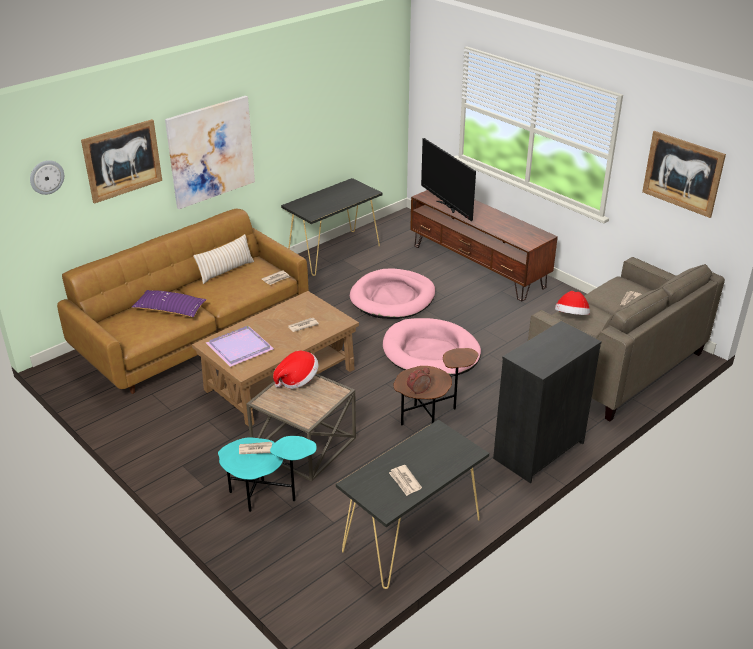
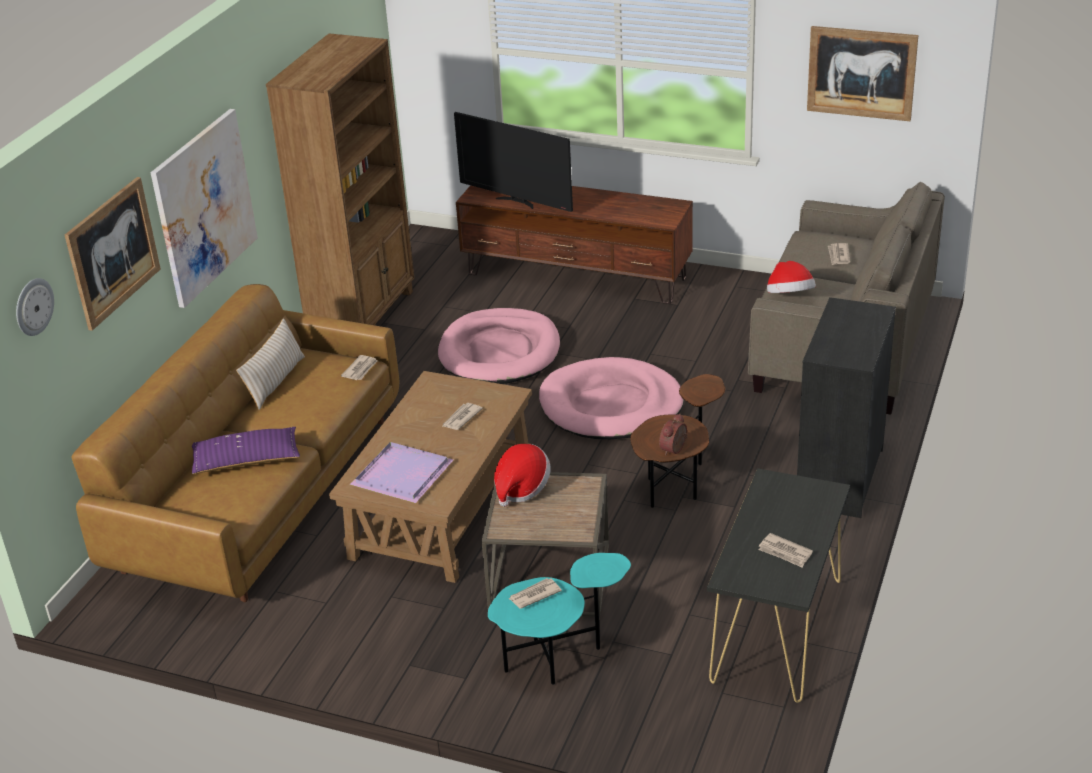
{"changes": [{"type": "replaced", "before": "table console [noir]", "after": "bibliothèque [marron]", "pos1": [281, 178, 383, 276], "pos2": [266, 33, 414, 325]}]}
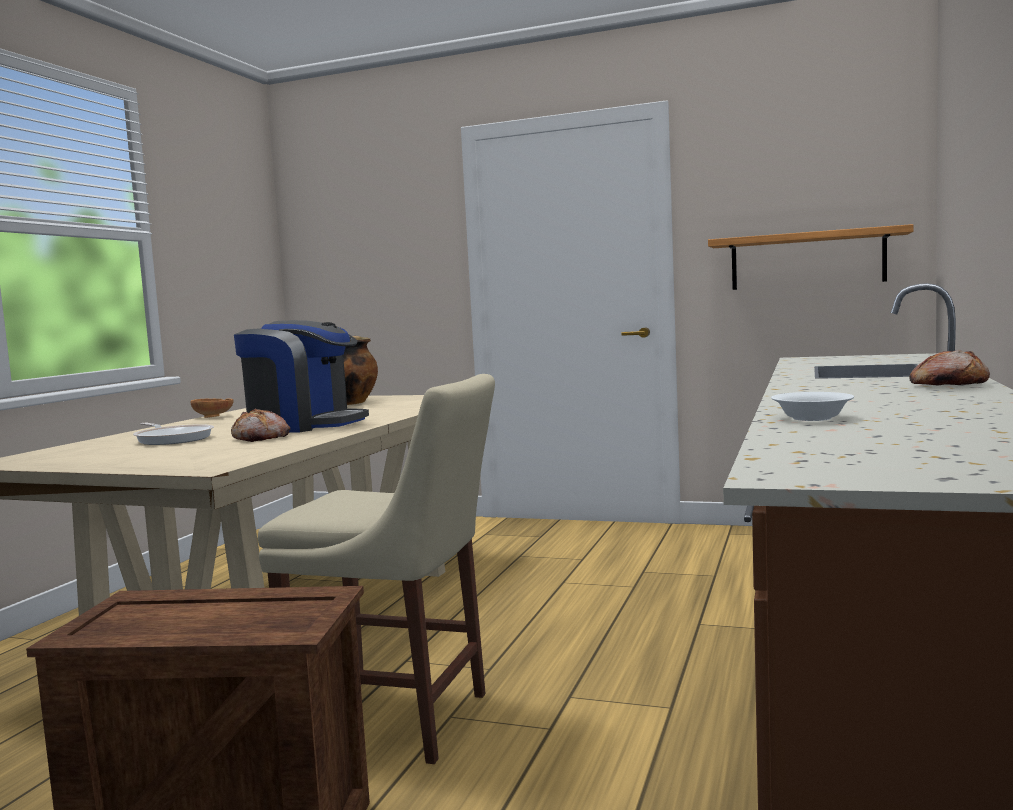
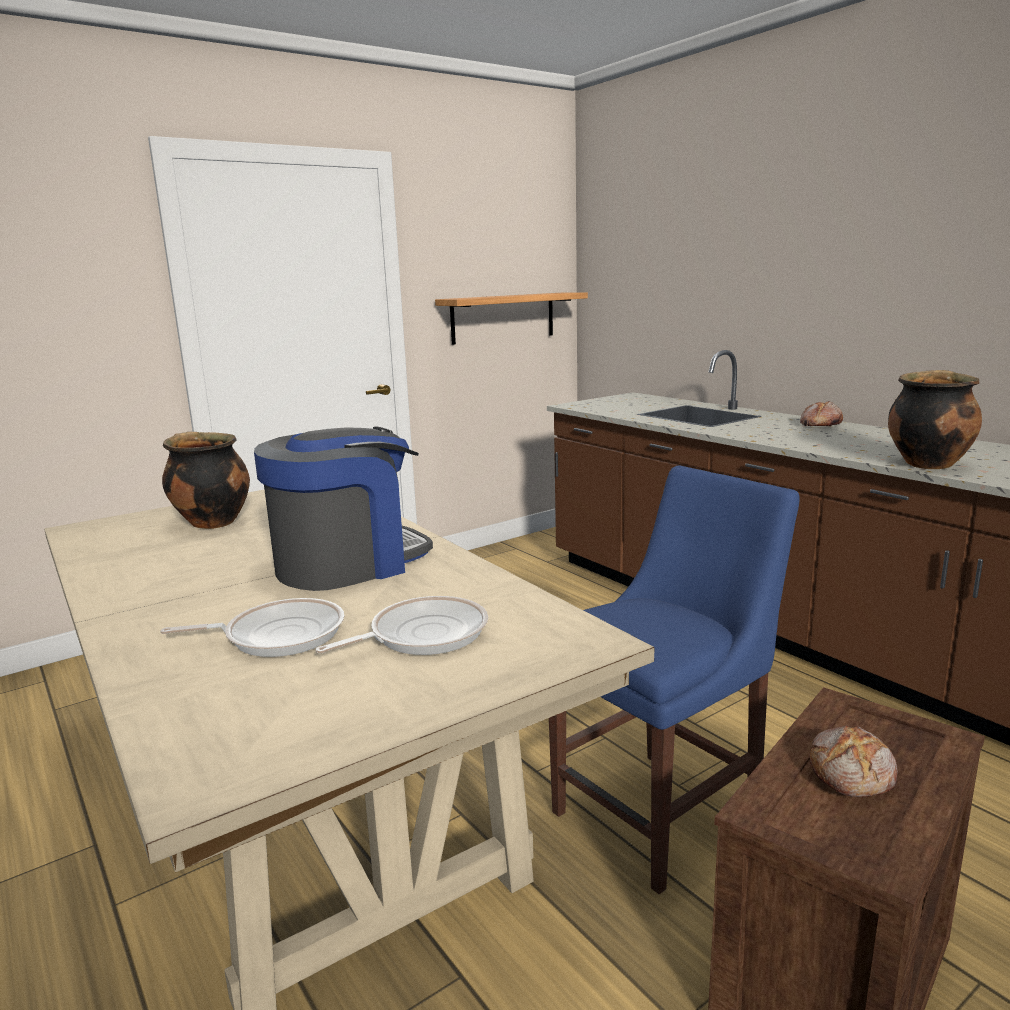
{"changes": [{"type": "removed", "before": "bol [marron]", "pos1": [191, 399, 233, 418]}, {"type": "added", "after": "poêle", "pos2": [316, 596, 488, 655]}, {"type": "moved", "before": "pain", "pos1": [231, 409, 290, 442], "pos2": [810, 726, 898, 797]}, {"type": "replaced", "before": "bol [blanc]", "after": "marmite", "pos1": [771, 392, 854, 421], "pos2": [888, 370, 982, 469]}, {"type": "recoloured", "before": "chaise [beige]", "after": "chaise [bleu]", "pos1": [258, 374, 495, 764], "pos2": [549, 466, 800, 894]}]}
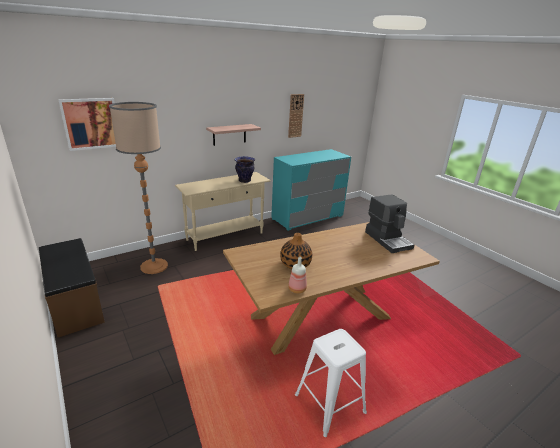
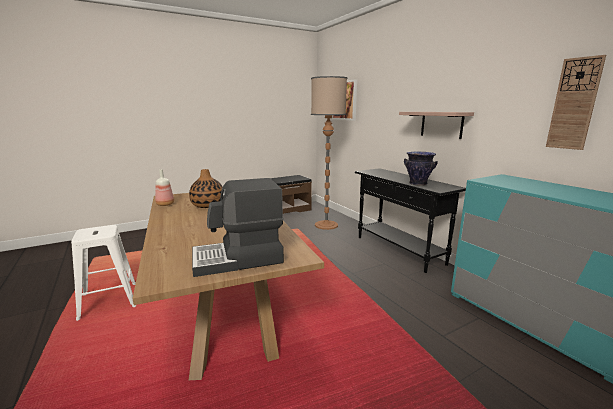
{"changes": [{"type": "recoloured", "before": "table console [beige]", "after": "table console [noir]", "pos1": [175, 172, 271, 251], "pos2": [355, 168, 466, 273]}]}
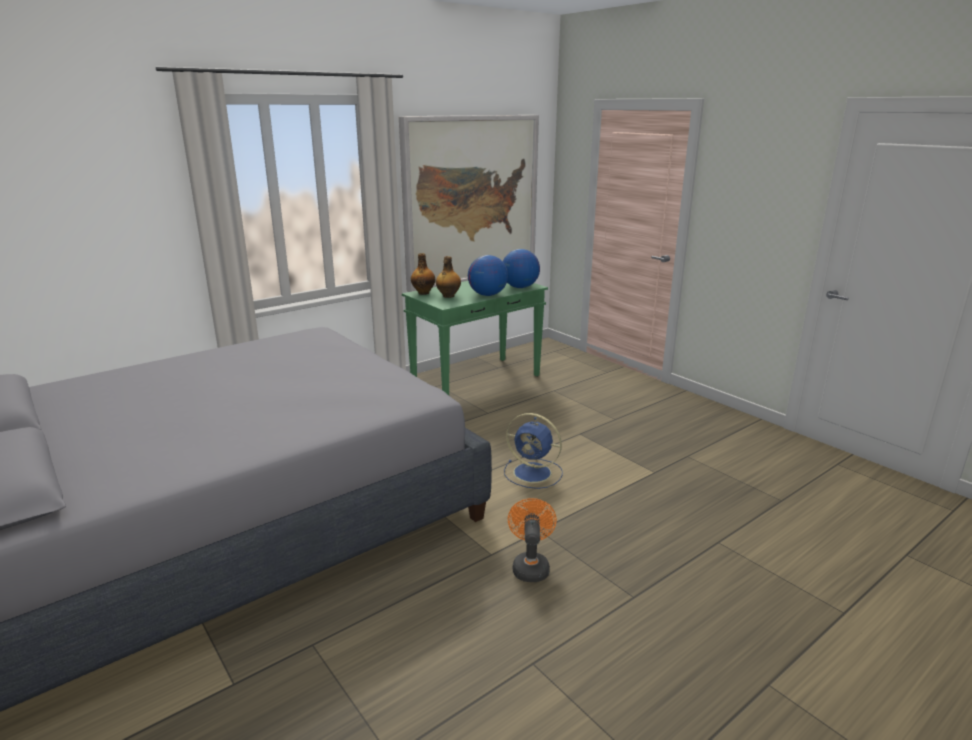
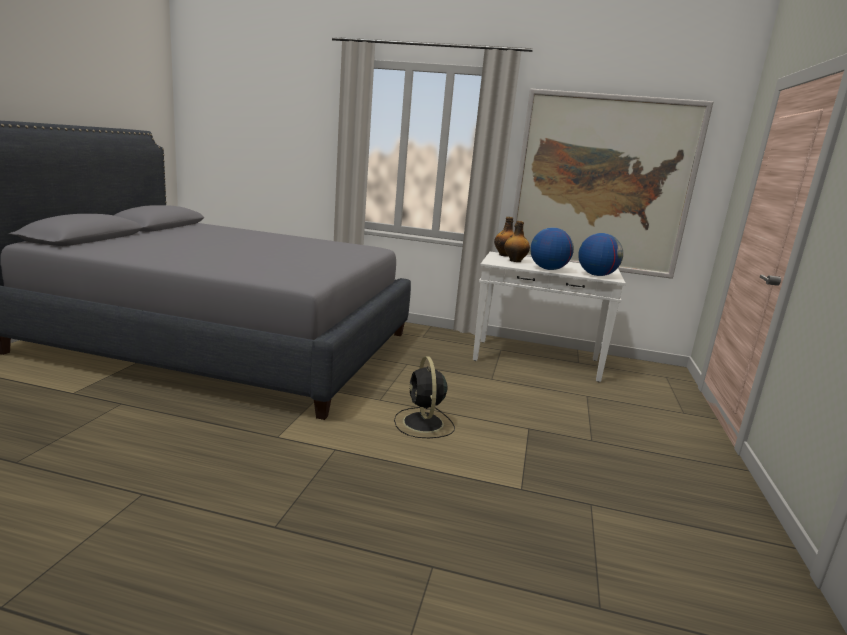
{"changes": [{"type": "removed", "before": "ventilateur [orange]", "pos1": [507, 498, 557, 582]}, {"type": "recoloured", "before": "table console [vert]", "after": "table console [blanc]", "pos1": [402, 281, 548, 395], "pos2": [473, 252, 626, 382]}, {"type": "recoloured", "before": "ventilateur [bleu]", "after": "ventilateur [noir]", "pos1": [504, 413, 563, 489], "pos2": [394, 357, 455, 438]}]}
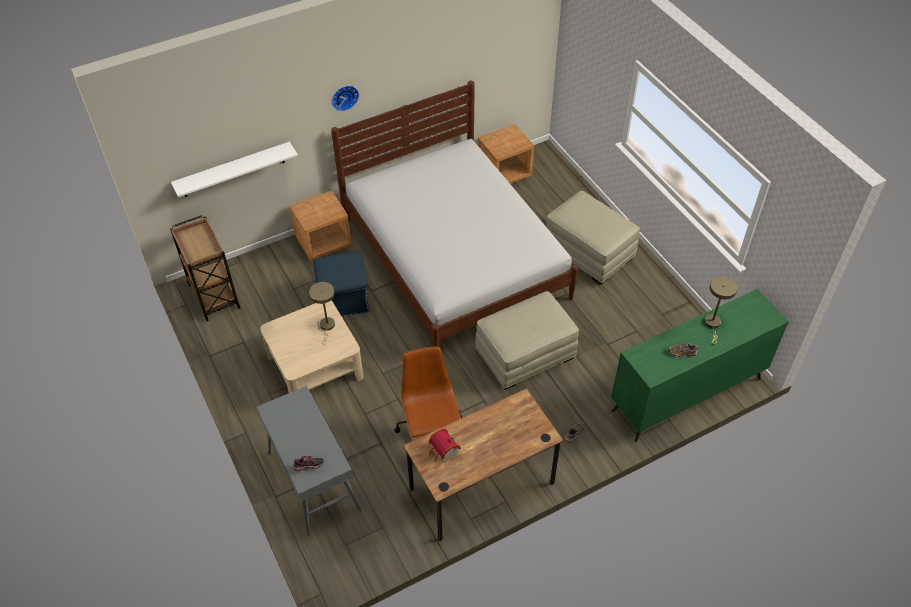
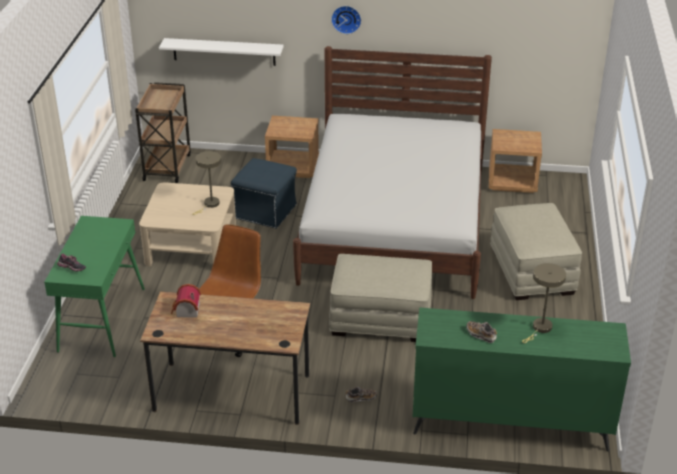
{"changes": [{"type": "recoloured", "before": "table console [gris]", "after": "table console [vert]", "pos1": [256, 386, 361, 536], "pos2": [44, 216, 145, 357]}]}
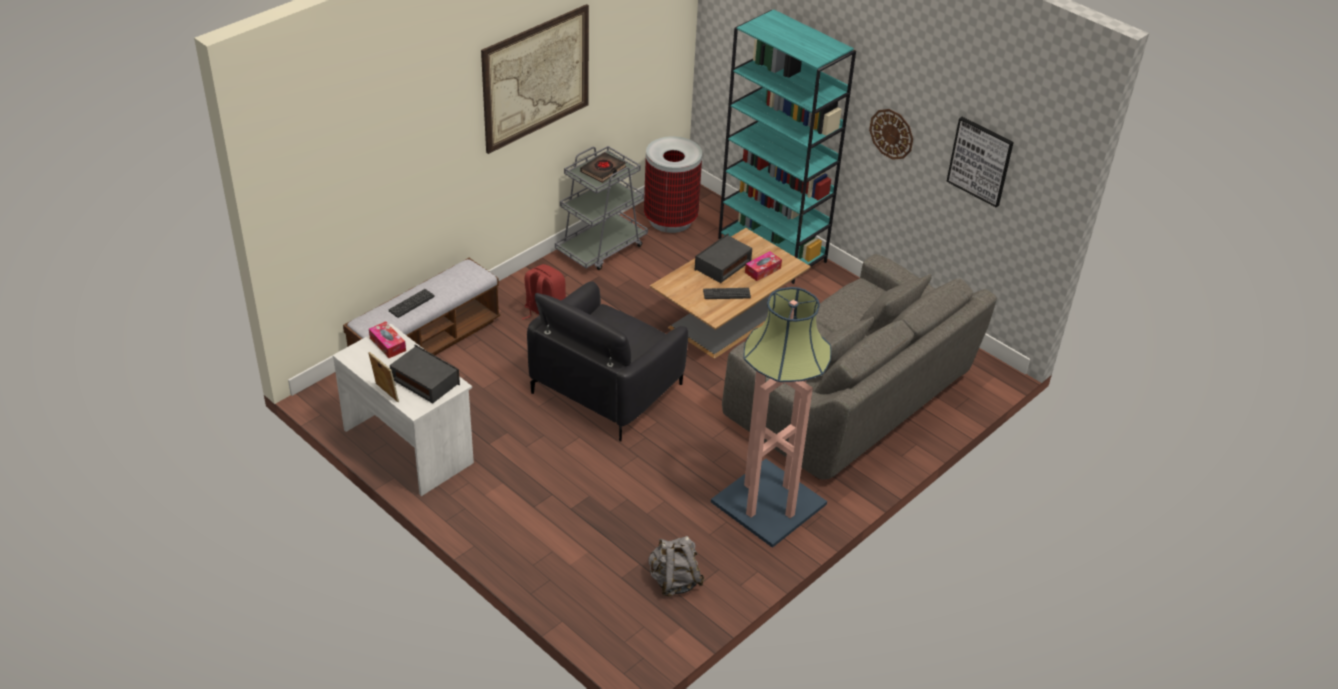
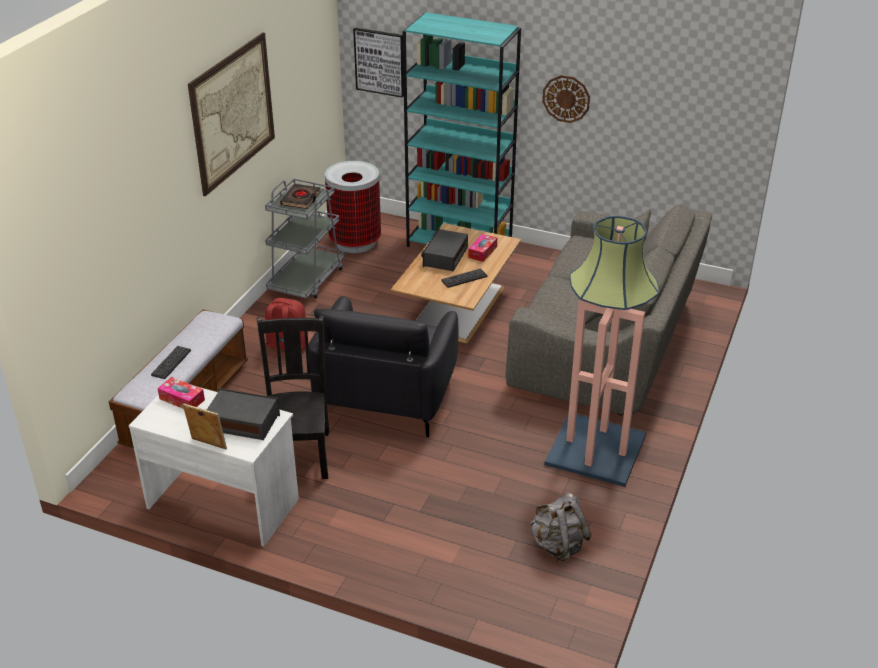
{"changes": [{"type": "added", "after": "chaise [noir]", "pos2": [256, 315, 329, 479]}, {"type": "moved", "before": "tableau", "pos1": [946, 117, 1014, 207], "pos2": [353, 28, 404, 98]}]}
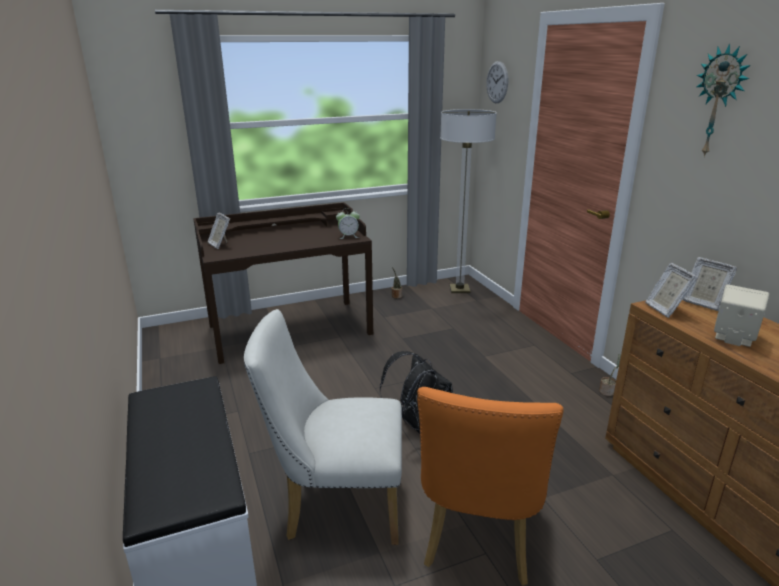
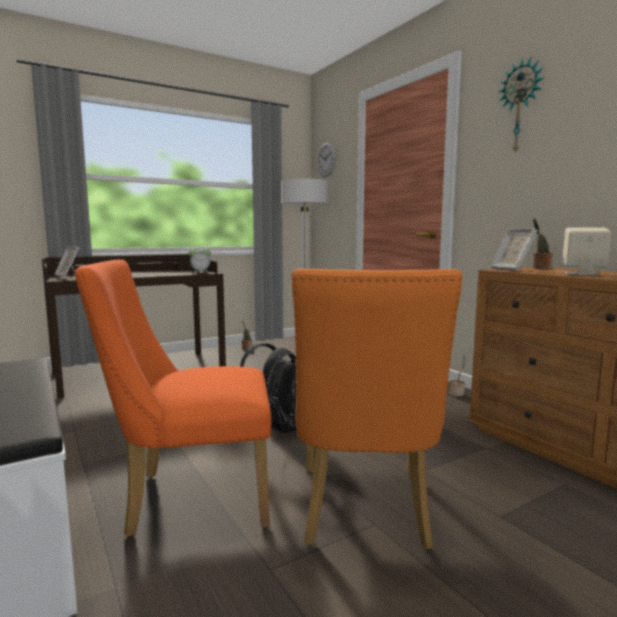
{"changes": [{"type": "replaced", "before": "cadre photo", "after": "plante en pot", "pos1": [683, 257, 737, 311], "pos2": [533, 218, 553, 269]}, {"type": "recoloured", "before": "chaise [blanc]", "after": "chaise [orange]", "pos1": [244, 309, 402, 545], "pos2": [75, 260, 272, 537]}]}
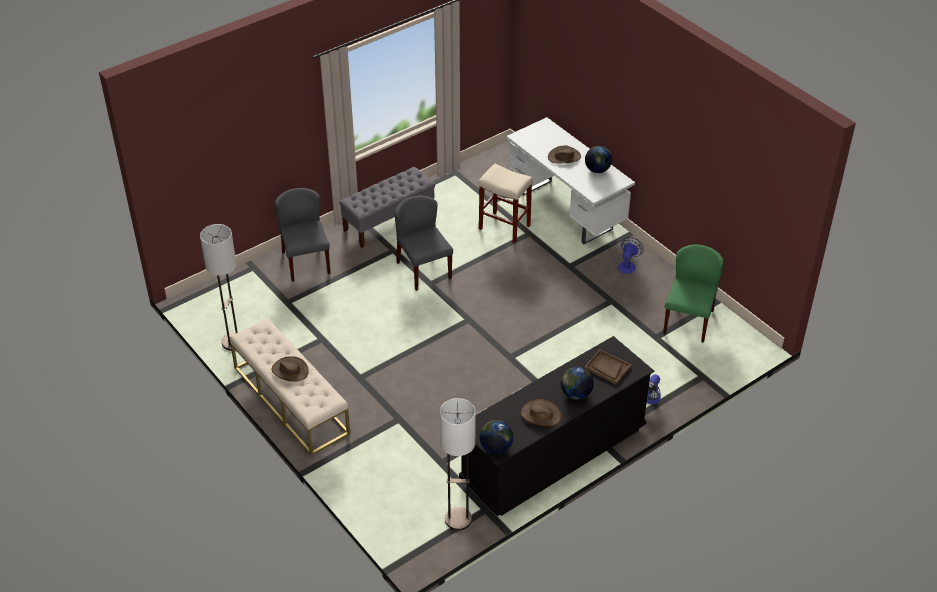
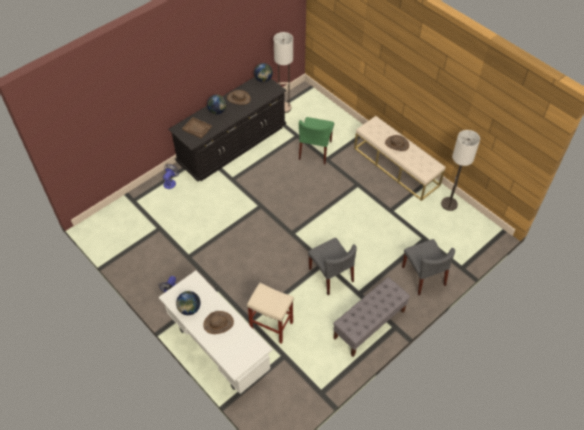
{"changes": [{"type": "moved", "before": "chaise [vert]", "pos1": [663, 245, 724, 343], "pos2": [299, 117, 334, 164]}]}
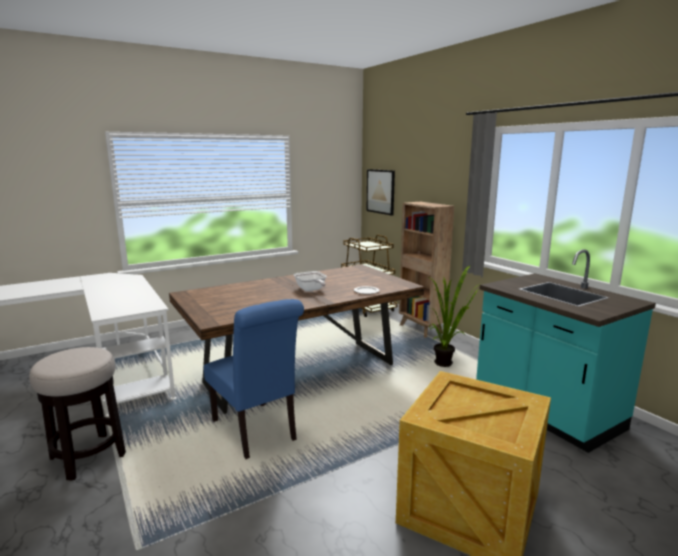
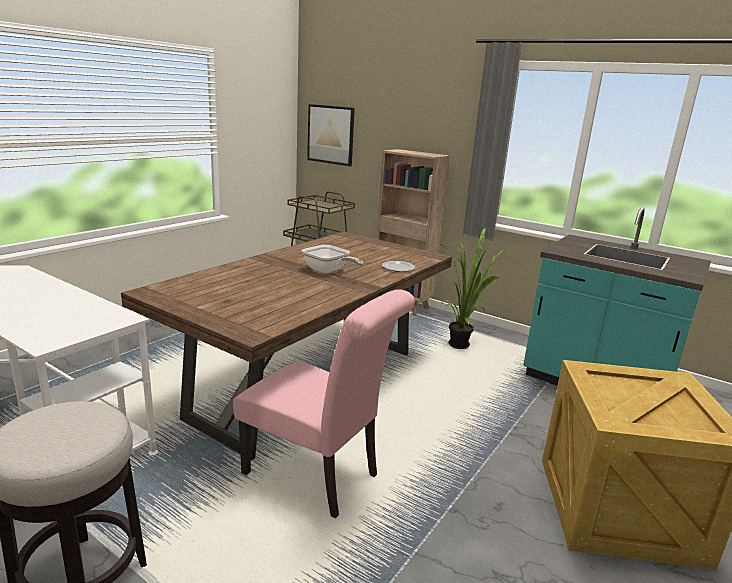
{"changes": [{"type": "recoloured", "before": "chaise [bleu]", "after": "chaise [rose]", "pos1": [204, 299, 304, 459], "pos2": [233, 290, 415, 519]}]}
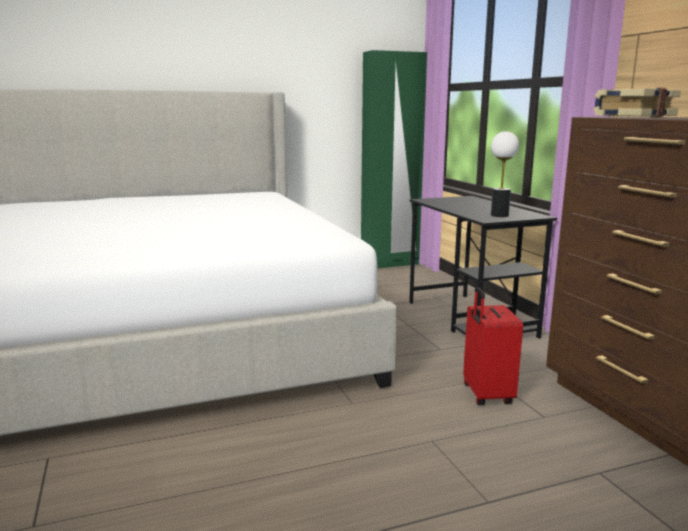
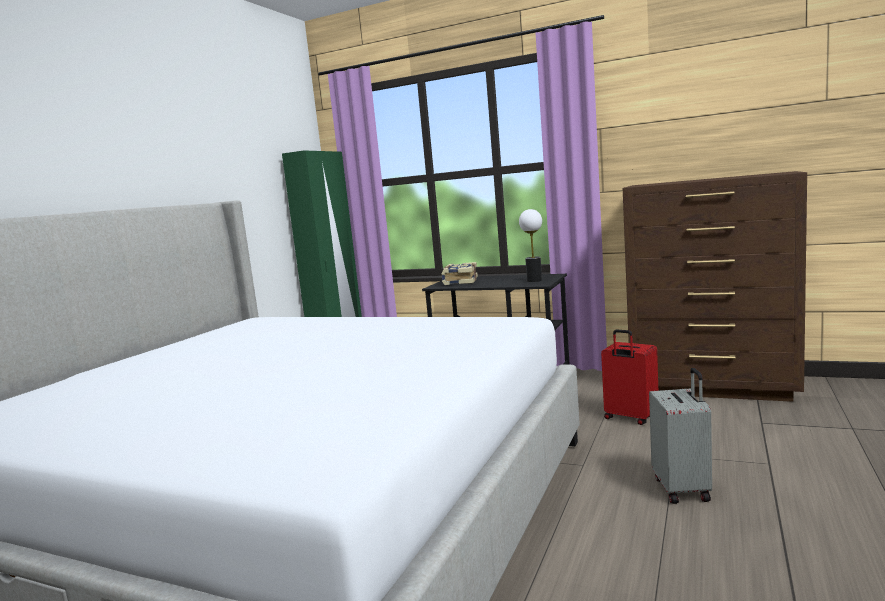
{"changes": [{"type": "added", "after": "valise [gris]", "pos2": [649, 368, 712, 504]}, {"type": "moved", "before": "livre", "pos1": [593, 87, 681, 118], "pos2": [441, 262, 478, 285]}]}
